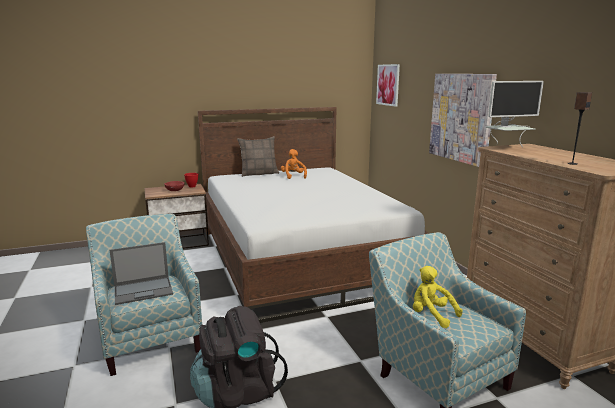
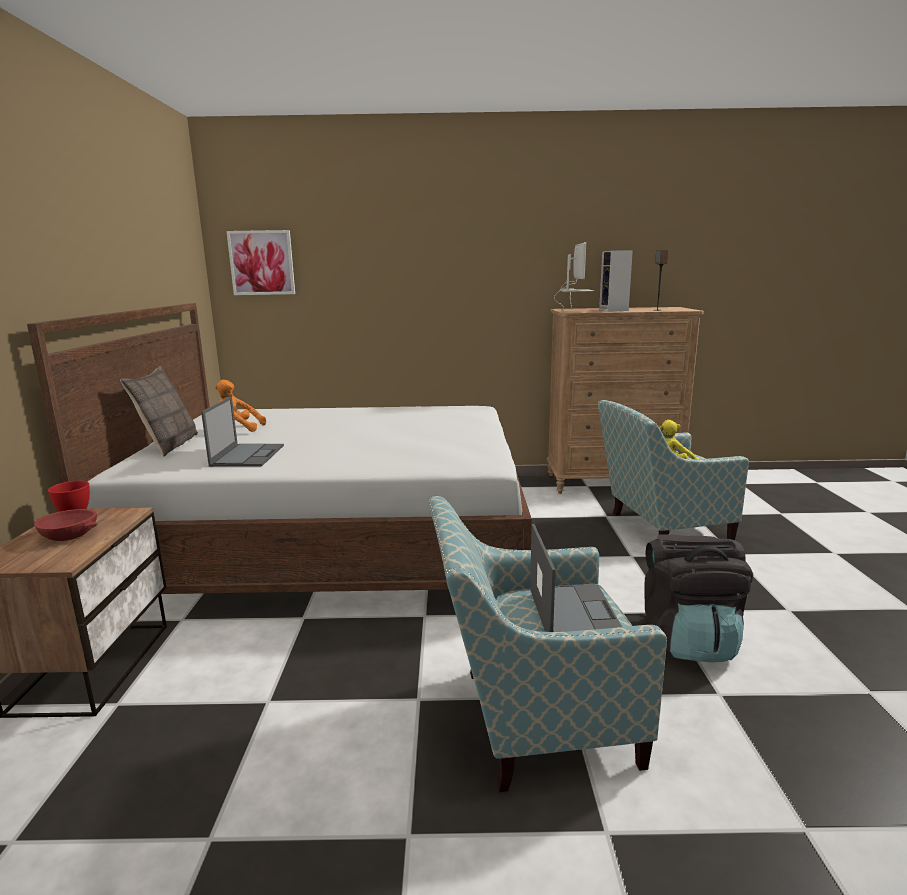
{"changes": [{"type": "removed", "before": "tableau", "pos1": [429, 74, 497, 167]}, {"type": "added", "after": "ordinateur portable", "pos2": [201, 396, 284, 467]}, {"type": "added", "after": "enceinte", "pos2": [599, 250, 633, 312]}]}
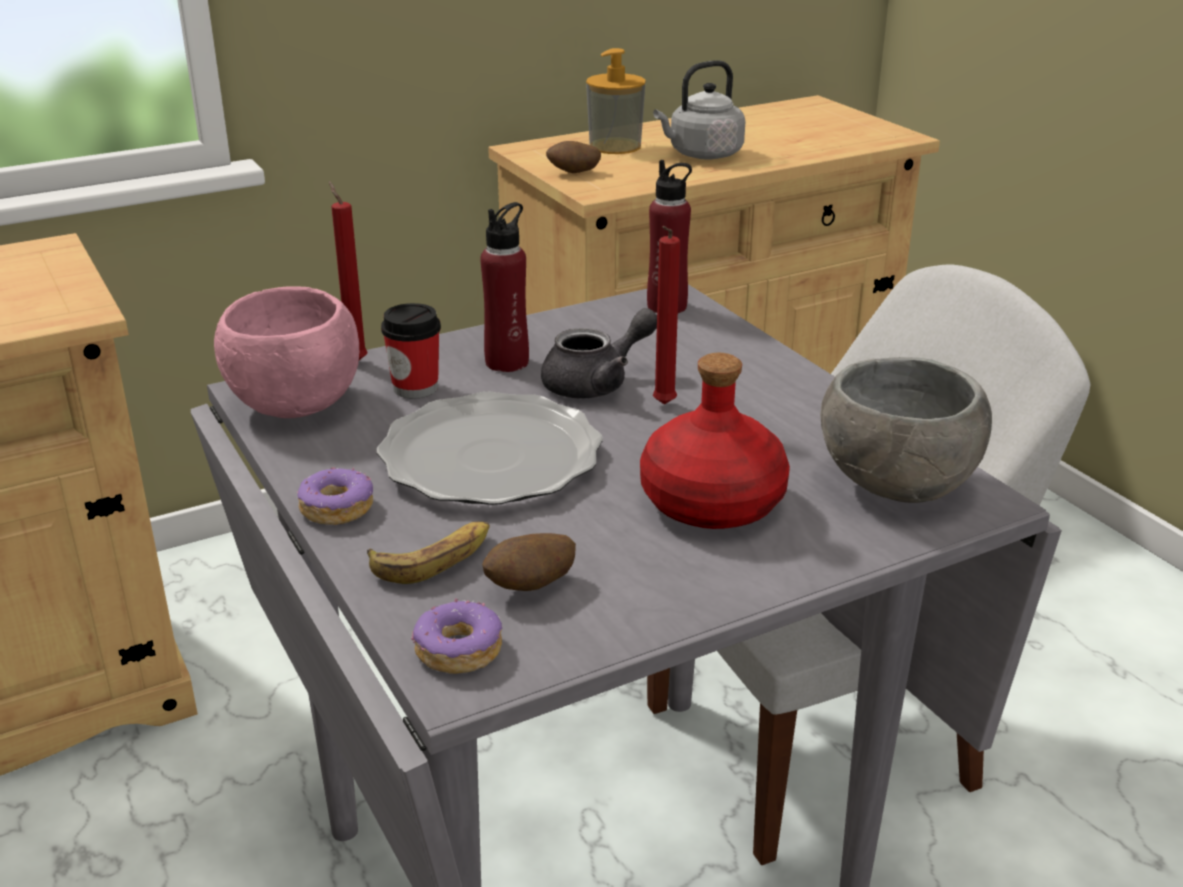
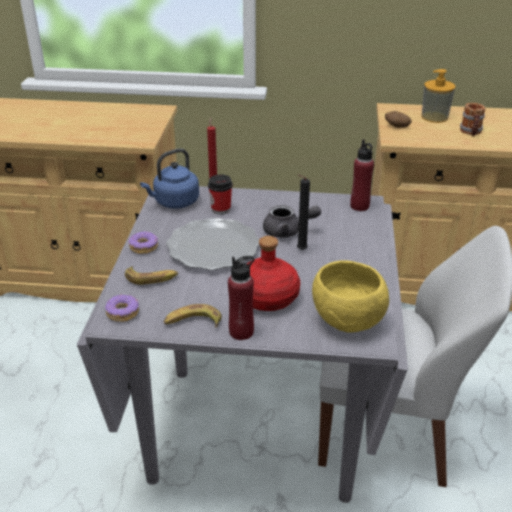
{"changes": [{"type": "removed", "before": "pomme de terre", "pos1": [482, 533, 576, 591]}, {"type": "added", "after": "banane", "pos2": [164, 304, 222, 328]}, {"type": "moved", "before": "bouteille [rouge]", "pos1": [480, 202, 529, 372], "pos2": [228, 256, 254, 340]}, {"type": "replaced", "before": "bol [rose]", "after": "bouilloire [bleu]", "pos1": [214, 286, 359, 418], "pos2": [140, 148, 199, 209]}, {"type": "replaced", "before": "bouilloire [gris]", "after": "mug", "pos1": [653, 60, 745, 160], "pos2": [460, 103, 485, 137]}, {"type": "recoloured", "before": "bougie [rouge]", "after": "bougie [noir]", "pos1": [653, 226, 680, 405], "pos2": [297, 175, 310, 250]}, {"type": "recoloured", "before": "bol [gris]", "after": "bol [jaune]", "pos1": [820, 357, 992, 503], "pos2": [312, 260, 389, 332]}]}
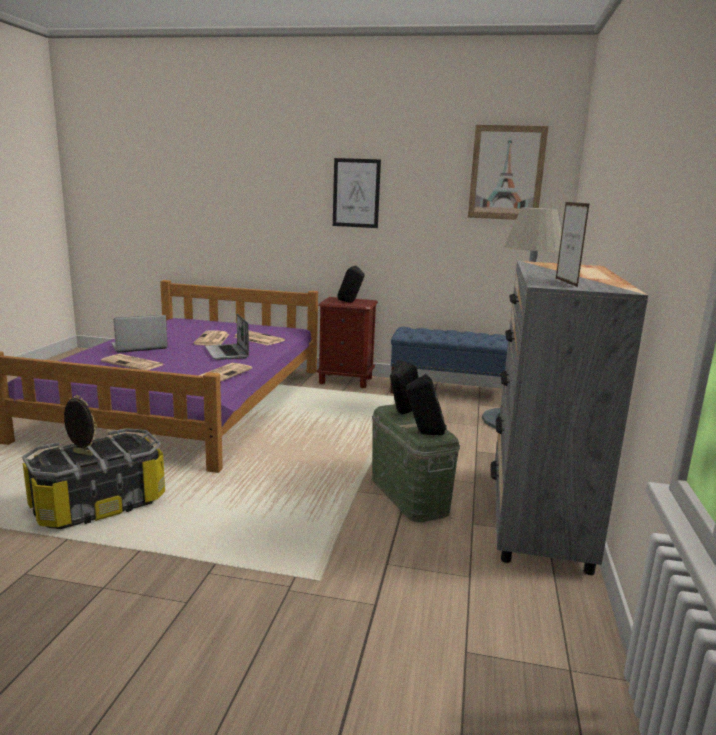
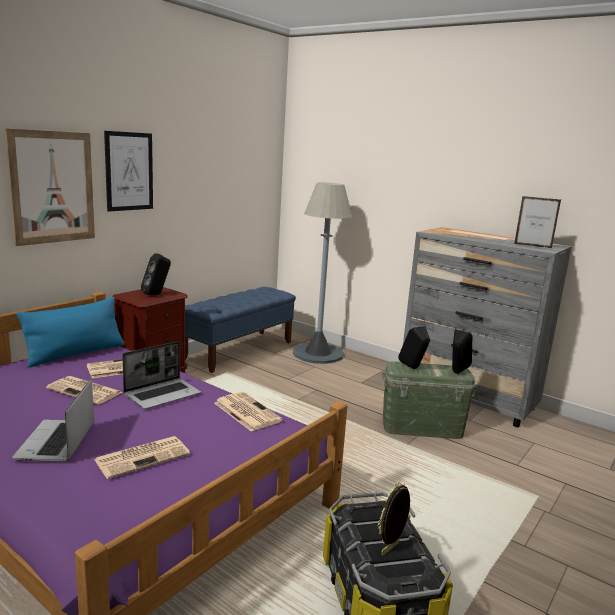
{"changes": [{"type": "added", "after": "coussin [bleu]", "pos2": [17, 297, 124, 368]}, {"type": "moved", "before": "tableau", "pos1": [468, 125, 549, 220], "pos2": [5, 128, 95, 246]}, {"type": "turned", "before": "ordinateur portable", "pos1": [205, 314, 249, 360], "pos2": [122, 341, 201, 409], "turn": -45}]}
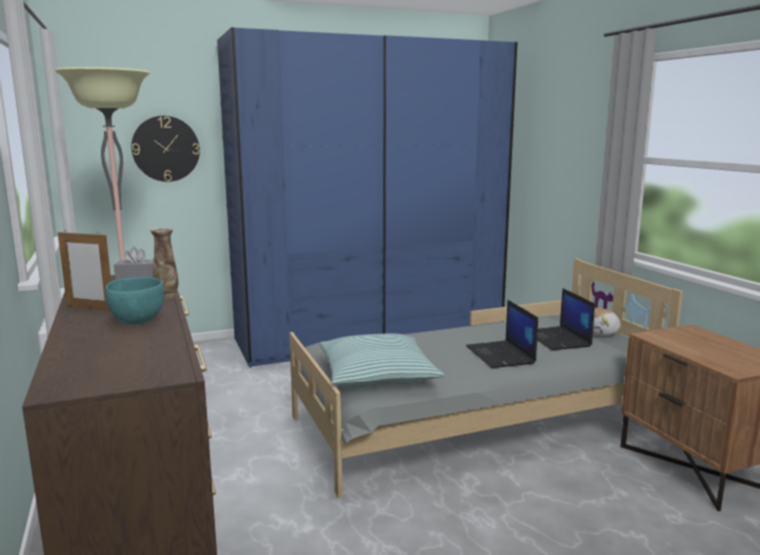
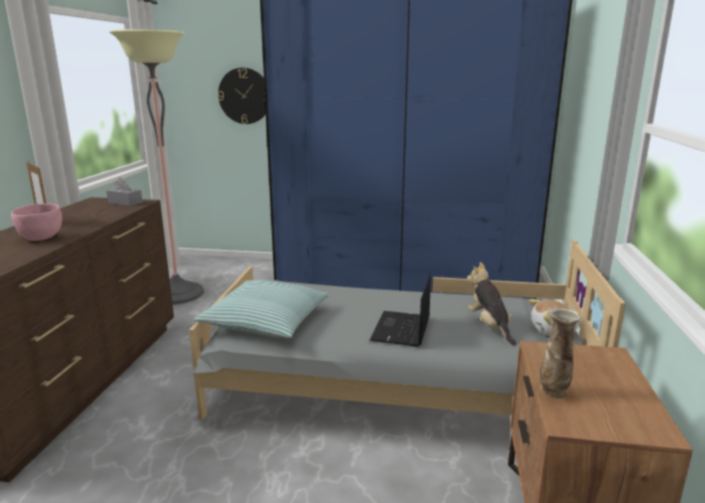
{"changes": [{"type": "moved", "before": "vase", "pos1": [150, 227, 178, 299], "pos2": [540, 308, 581, 399]}, {"type": "replaced", "before": "ordinateur portable", "after": "peluche", "pos1": [537, 288, 595, 350], "pos2": [467, 262, 516, 346]}, {"type": "recoloured", "before": "bol [turquoise]", "after": "bol [rose]", "pos1": [105, 277, 164, 325], "pos2": [11, 204, 62, 241]}]}
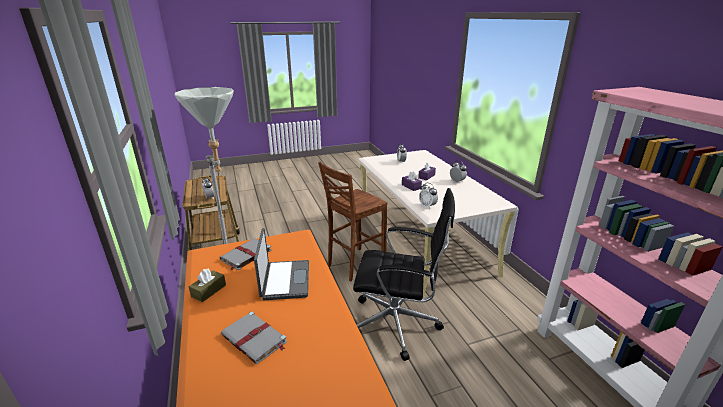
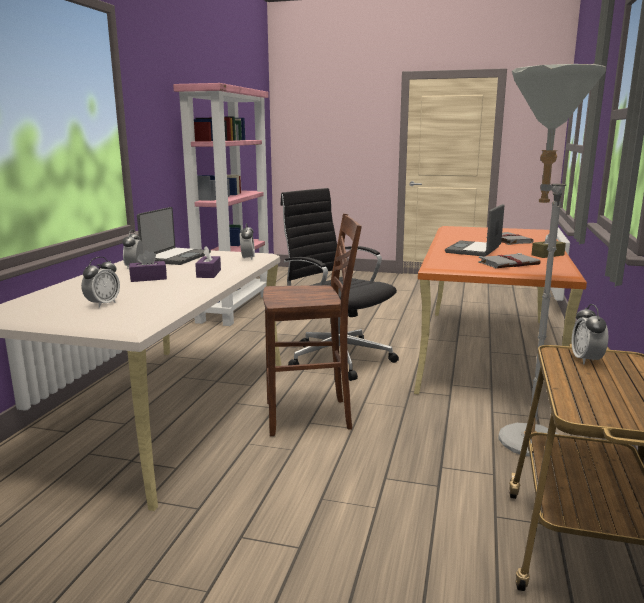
{"changes": [{"type": "added", "after": "ordinateur portable", "pos2": [137, 207, 211, 265]}]}
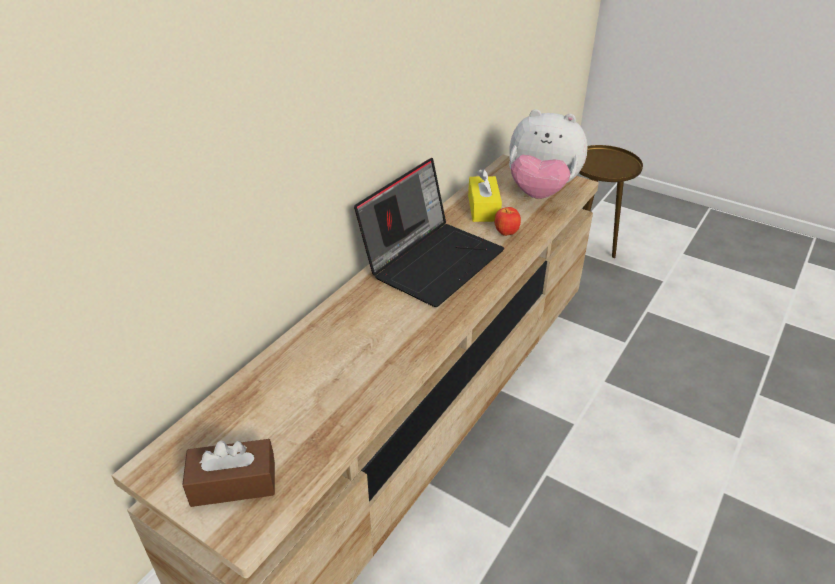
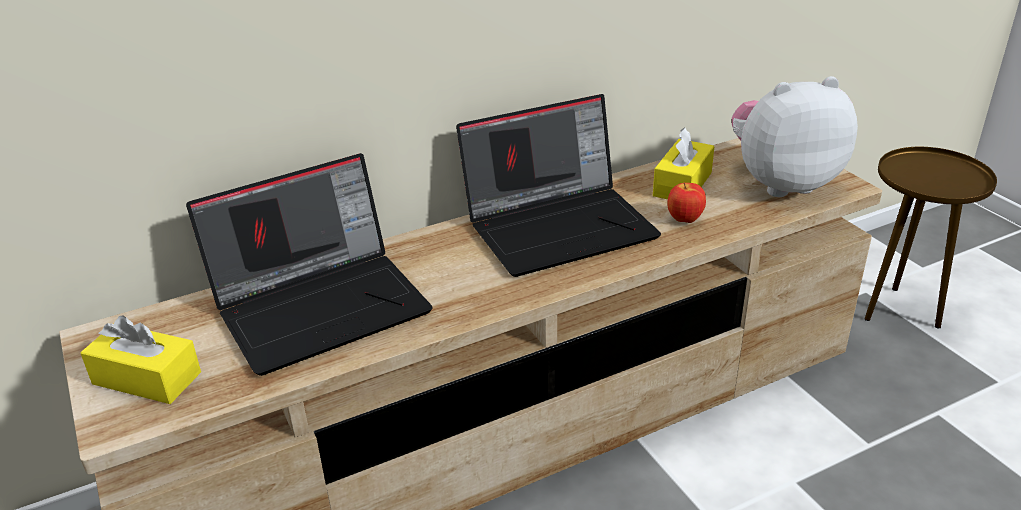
{"changes": [{"type": "added", "after": "ordinateur portable", "pos2": [186, 153, 433, 376]}, {"type": "recoloured", "before": "boîte à mouchoirs [marron]", "after": "boîte à mouchoirs [jaune]", "pos1": [182, 439, 275, 507], "pos2": [80, 315, 201, 404]}, {"type": "turned", "before": "peluche", "pos1": [509, 109, 587, 199], "pos2": [732, 76, 858, 197], "turn": 120}]}
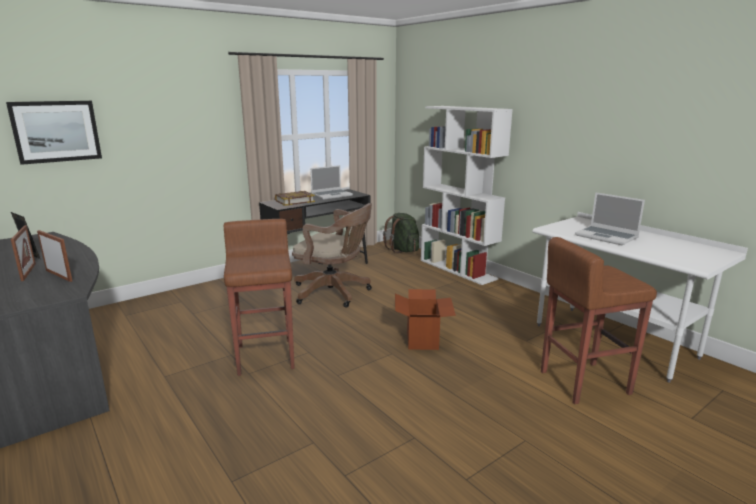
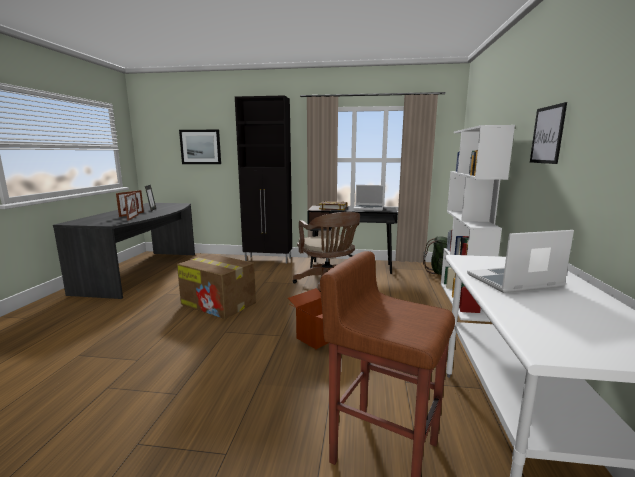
{"changes": [{"type": "added", "after": "meuble de rangement [noir]", "pos2": [235, 95, 292, 264]}, {"type": "added", "after": "tableau", "pos2": [530, 102, 567, 164]}, {"type": "replaced", "before": "tabouret [marron]", "after": "carton", "pos1": [224, 219, 295, 376], "pos2": [177, 254, 256, 319]}, {"type": "turned", "before": "ordinateur portable", "pos1": [575, 192, 645, 245], "pos2": [467, 230, 574, 293], "turn": 75}]}
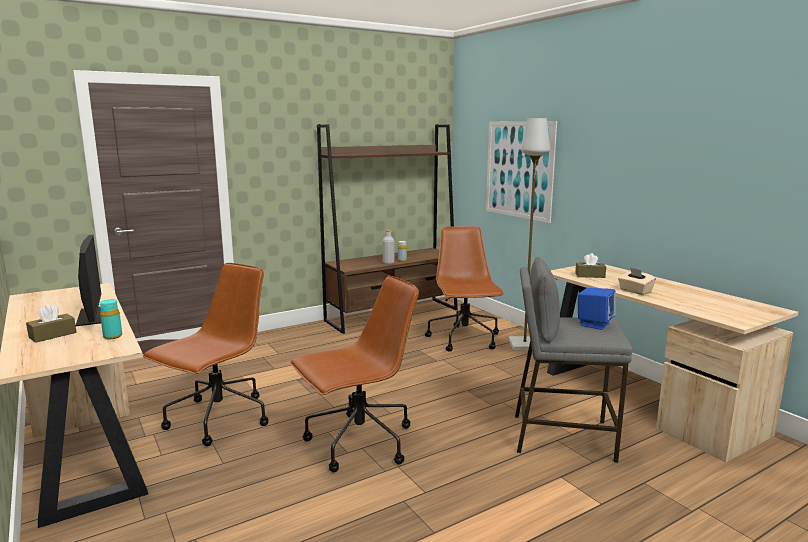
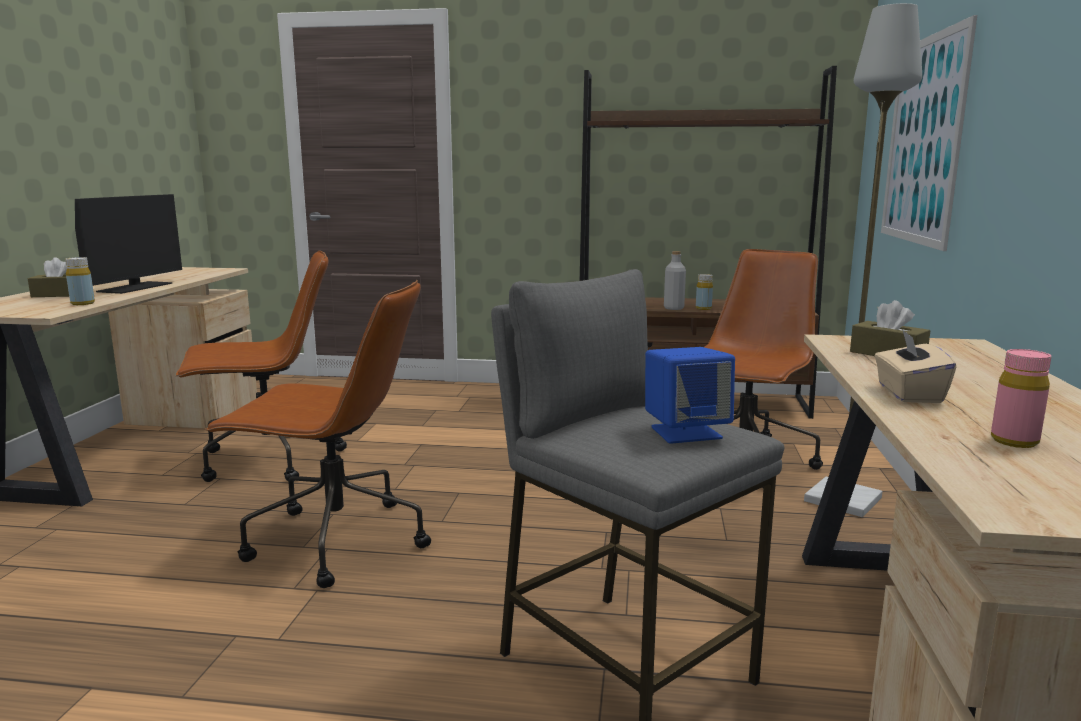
{"changes": [{"type": "added", "after": "bouteille [rose]", "pos2": [991, 349, 1051, 448]}, {"type": "recoloured", "before": "bouteille [turquoise]", "after": "bouteille [jaune]", "pos1": [100, 299, 122, 339], "pos2": [65, 257, 95, 305]}]}
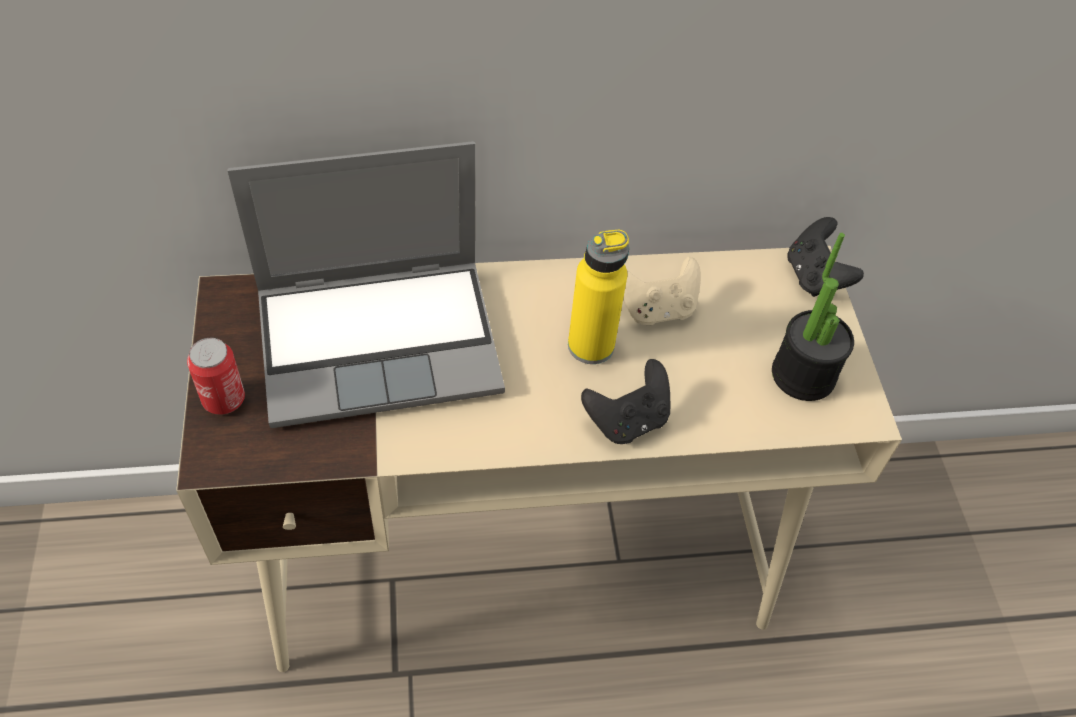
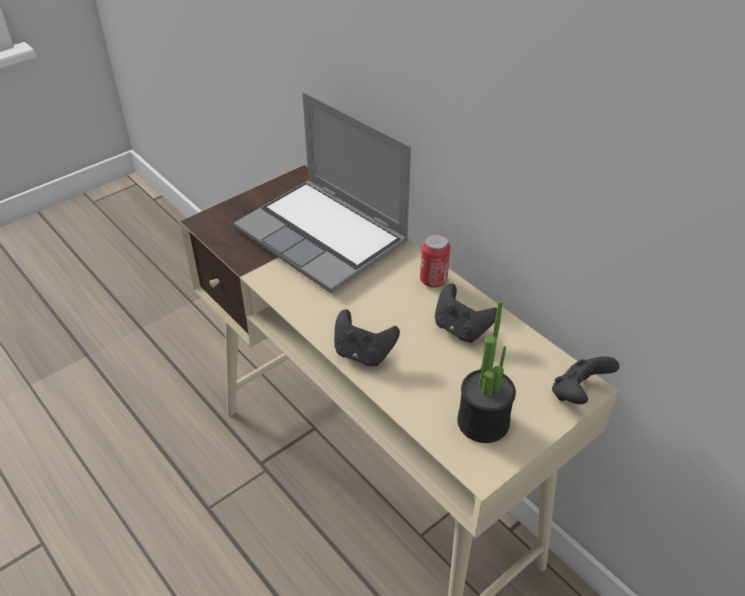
{"changes": [{"type": "removed", "before": "bouteille [jaune]", "pos1": [568, 230, 629, 364]}, {"type": "moved", "before": "boîte métallique", "pos1": [187, 338, 245, 415], "pos2": [420, 234, 450, 288]}, {"type": "recoloured", "before": "manette [beige]", "after": "manette [noir]", "pos1": [623, 257, 701, 325], "pos2": [435, 284, 497, 343]}]}
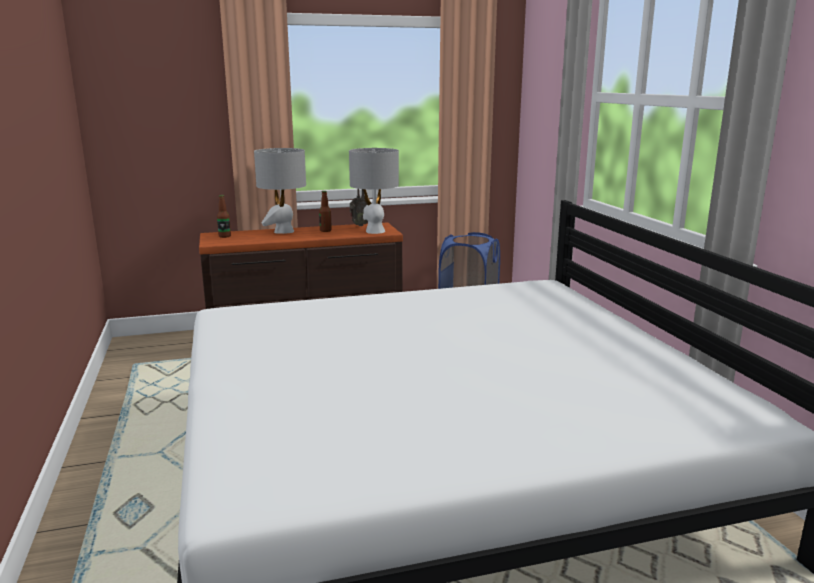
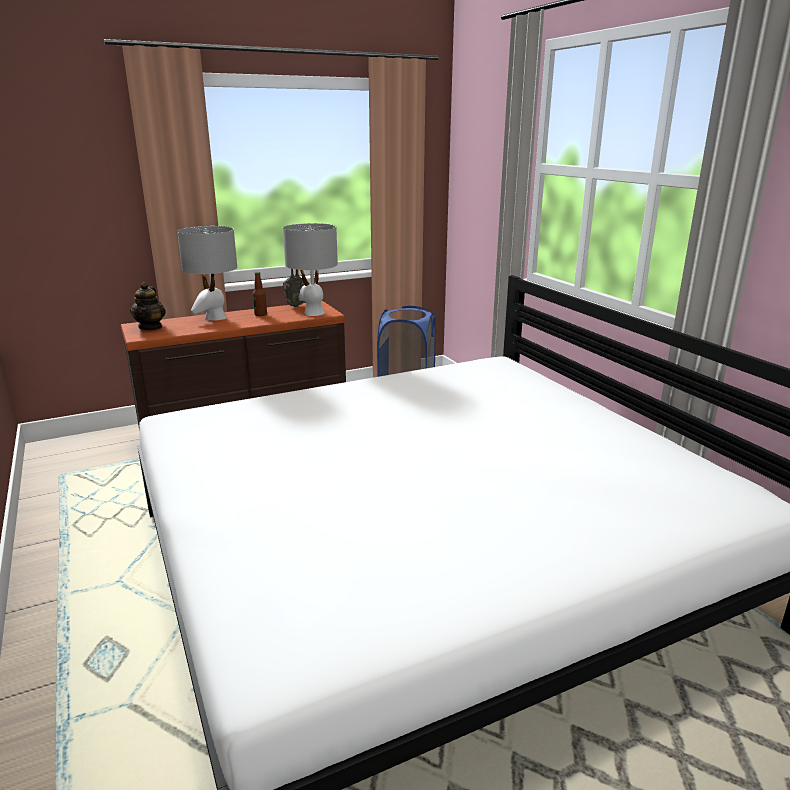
{"changes": [{"type": "replaced", "before": "bouteille", "after": "théière", "pos1": [217, 195, 231, 238], "pos2": [130, 282, 166, 330]}]}
